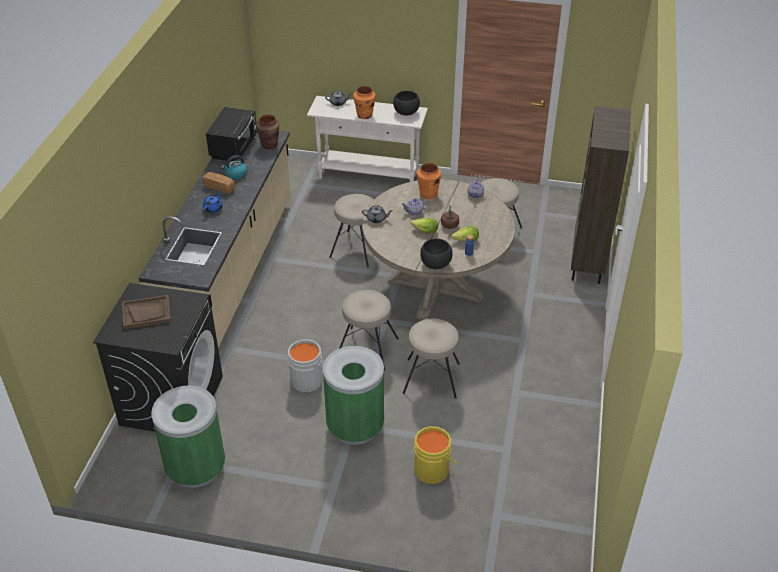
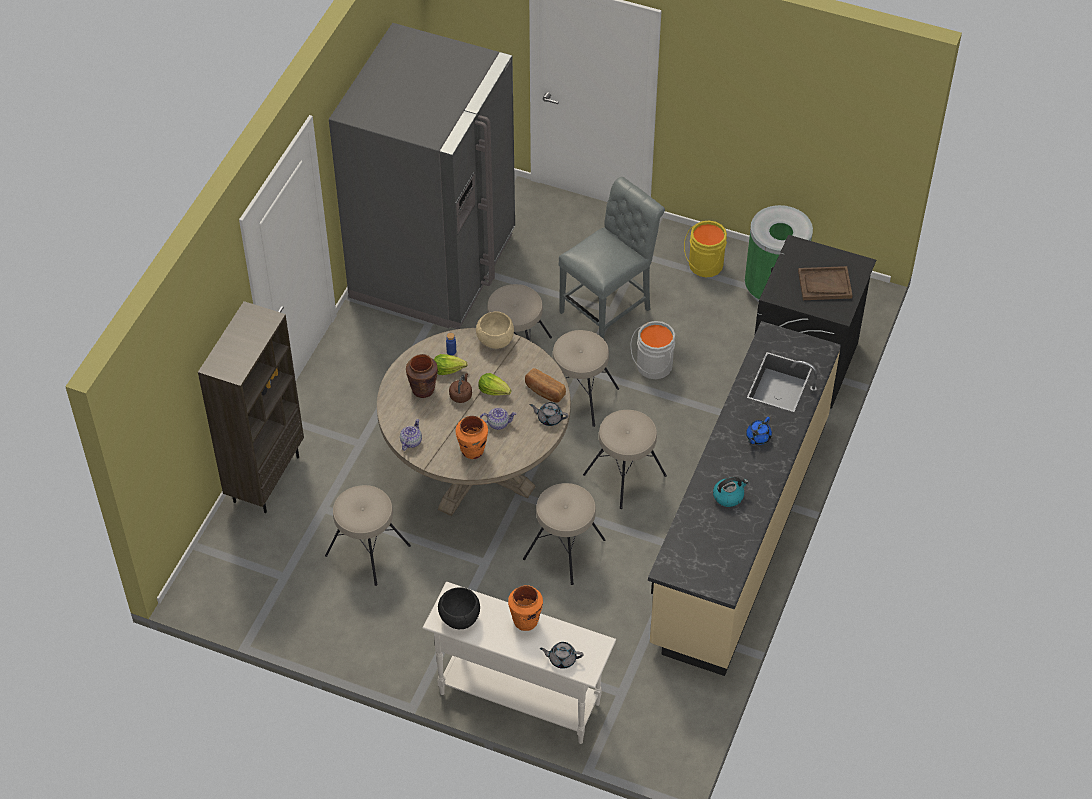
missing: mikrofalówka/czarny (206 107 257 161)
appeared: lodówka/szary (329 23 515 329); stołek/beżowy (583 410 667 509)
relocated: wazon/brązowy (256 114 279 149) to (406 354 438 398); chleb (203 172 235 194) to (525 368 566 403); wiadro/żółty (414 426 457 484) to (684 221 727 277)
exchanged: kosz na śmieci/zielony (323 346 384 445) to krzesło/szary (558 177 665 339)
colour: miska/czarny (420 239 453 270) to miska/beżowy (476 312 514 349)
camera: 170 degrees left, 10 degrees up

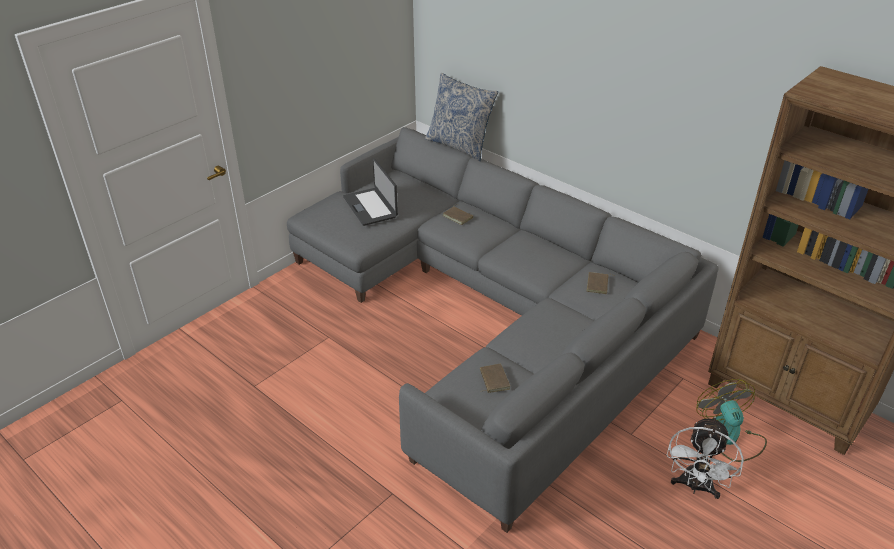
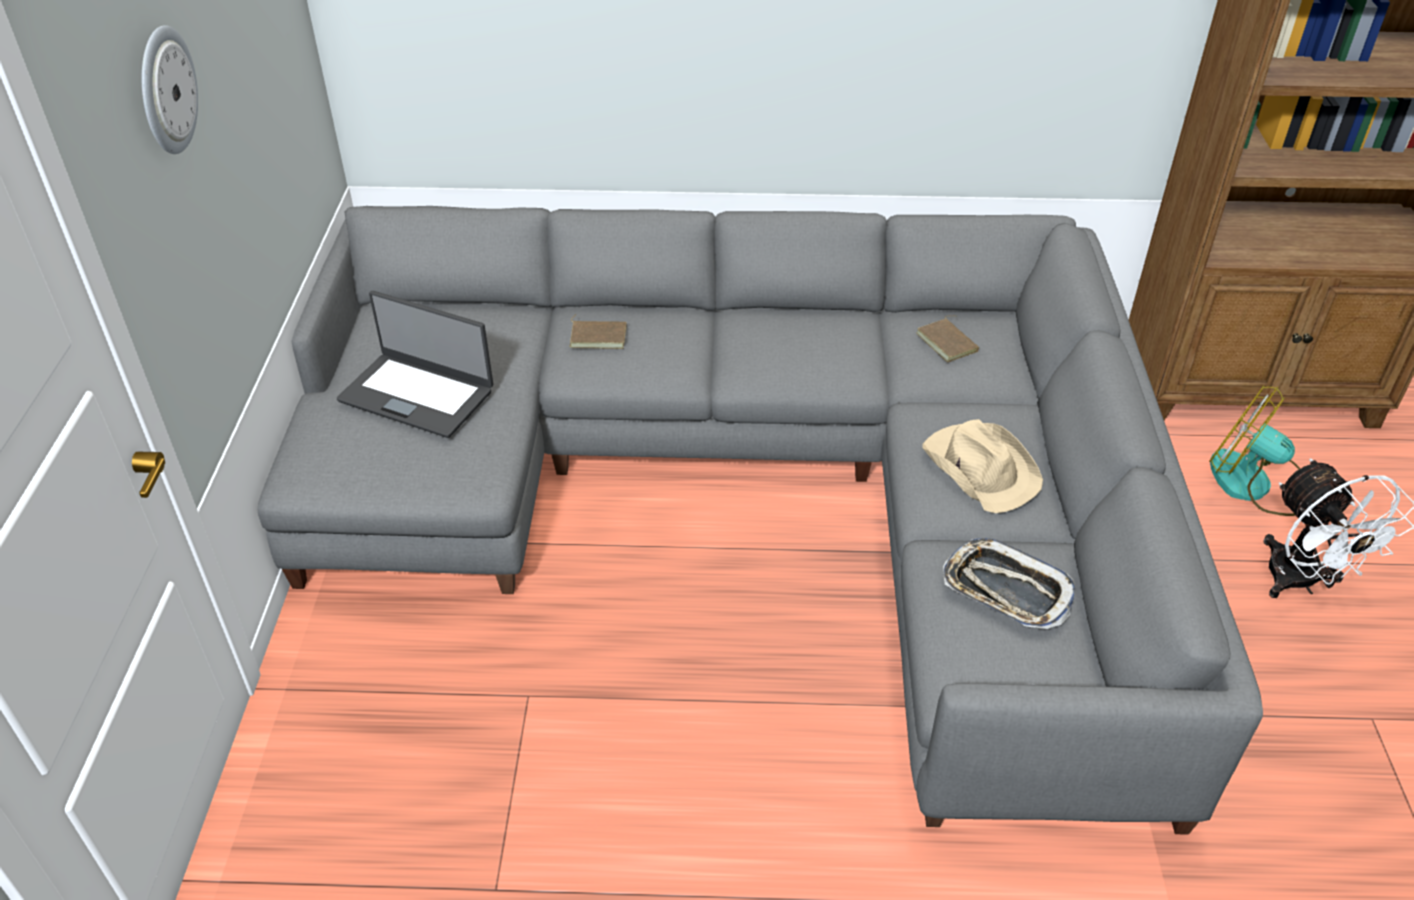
missing: poduszka (425 73 498 161)
appeared: zegar ścienny (142 25 198 154); kapelusz/beżowy (923 419 1043 513)
exchanged: książka/brązowy (480 364 510 393) to taca (943 538 1075 629)
camera: 40 degrees left, 5 degrees up

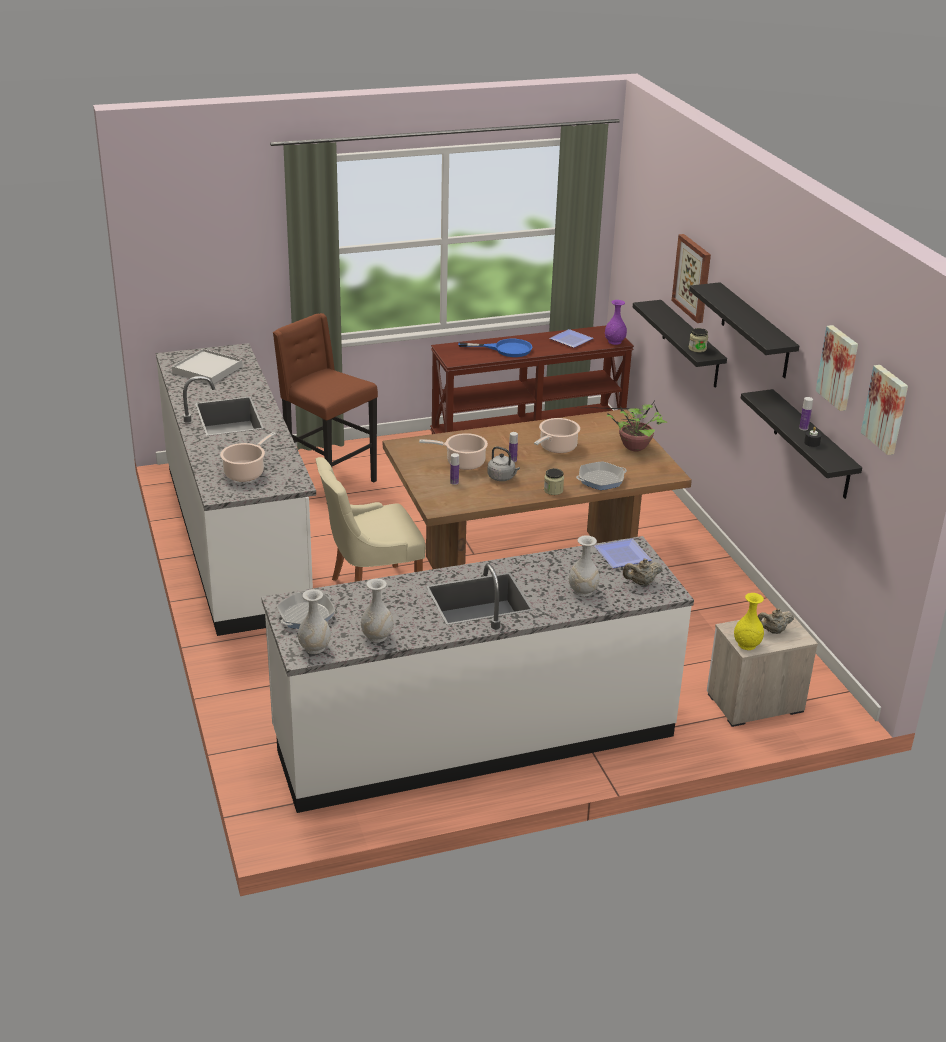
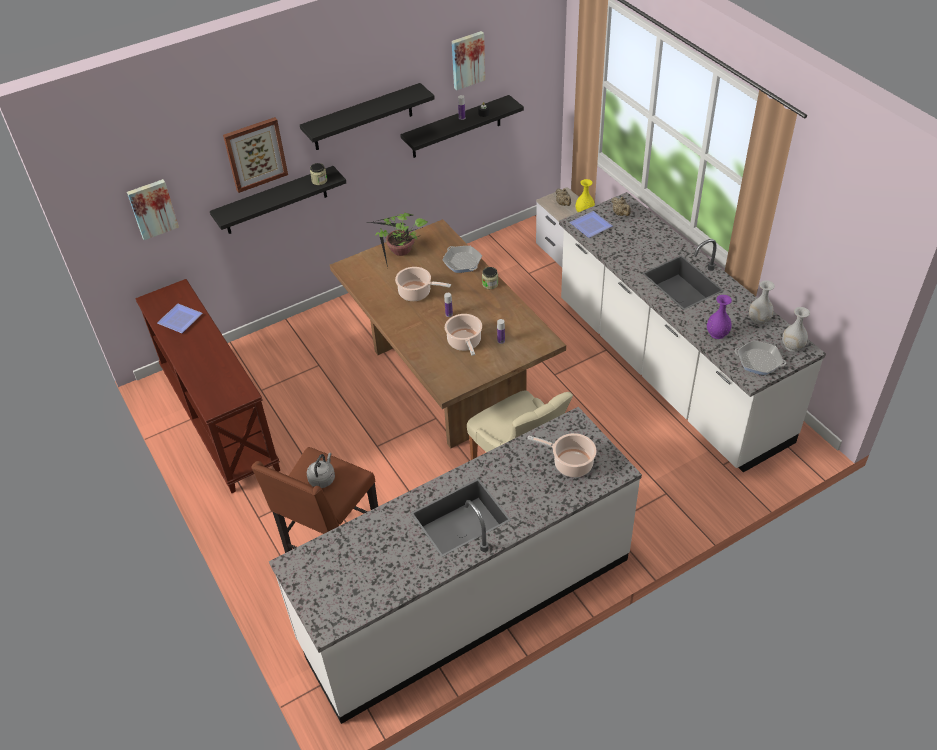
missing: patelnia/niebieski (458 339 532 357); taca/biały (172 349 243 384); wazon/biały (569 535 600 597)
relocated: wazon/fioletowy (605 300 627 345) to (707 295 732 339); obraz (861 365 908 455) to (127 179 179 240); czajnik/szary (487 446 520 481) to (307 453 335 488)
camera: 100 degrees left, 15 degrees up

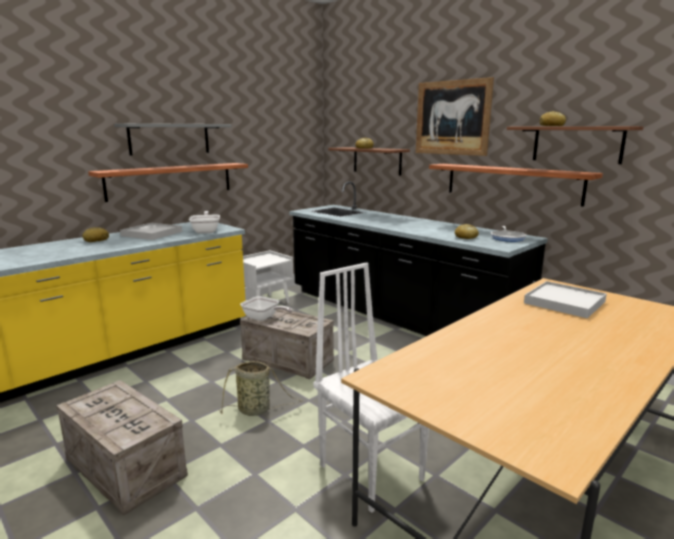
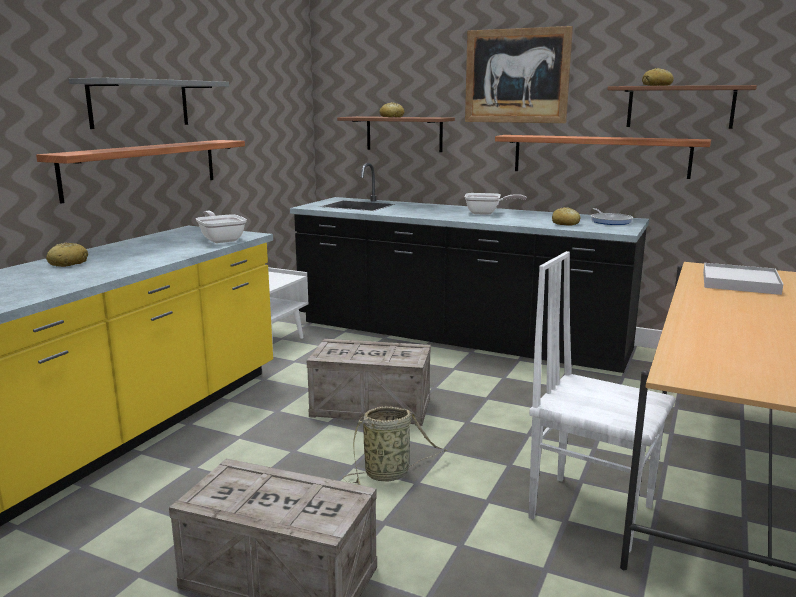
missing: taca/biały (120 223 182 240)
relocated: patelnia (240 296 292 321) to (464 193 527 215)
camera: 20 degrees left, 0 degrees up

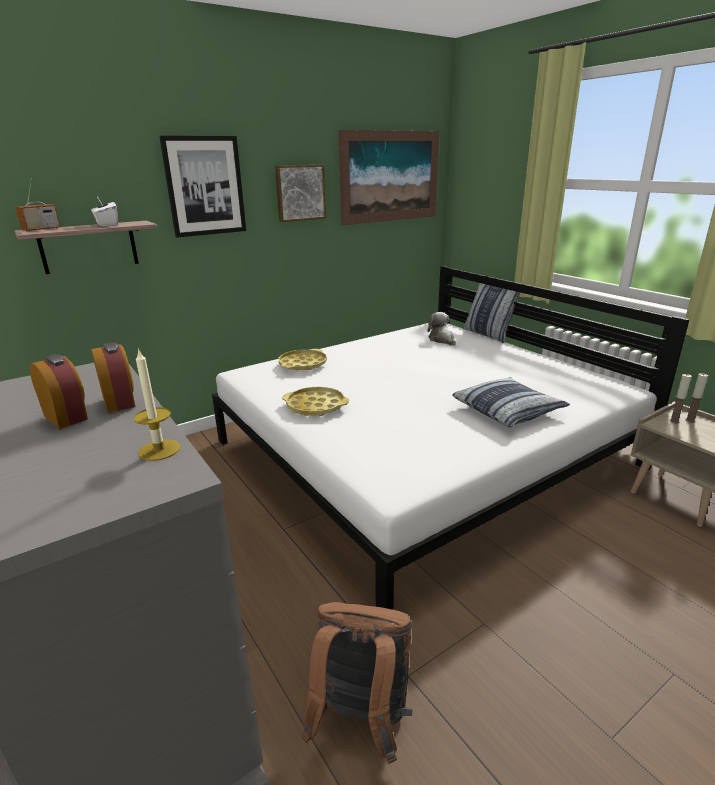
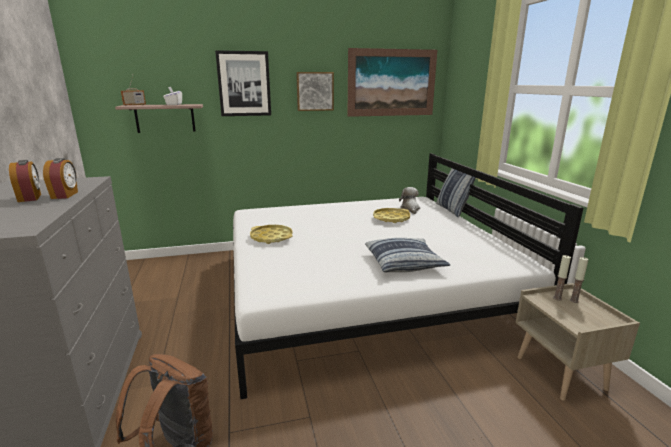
missing: świeca (133 348 180 461)
relocated: taca/żółty (278 349 327 371) to (373 208 410 223)
camera: 20 degrees right, 5 degrees down

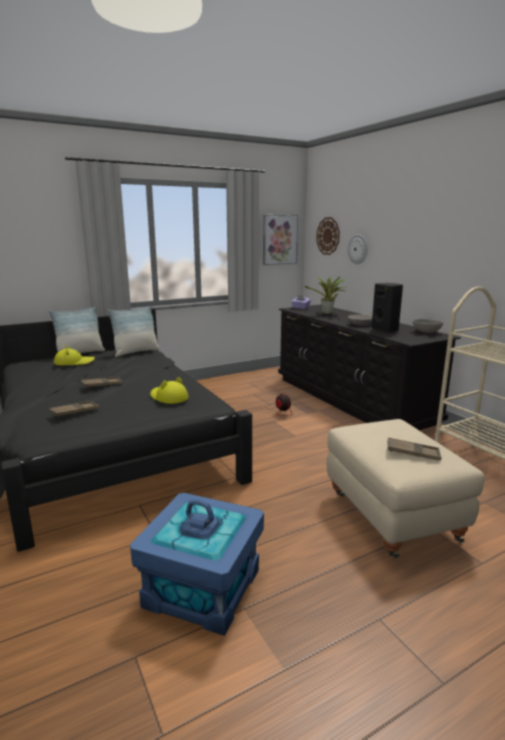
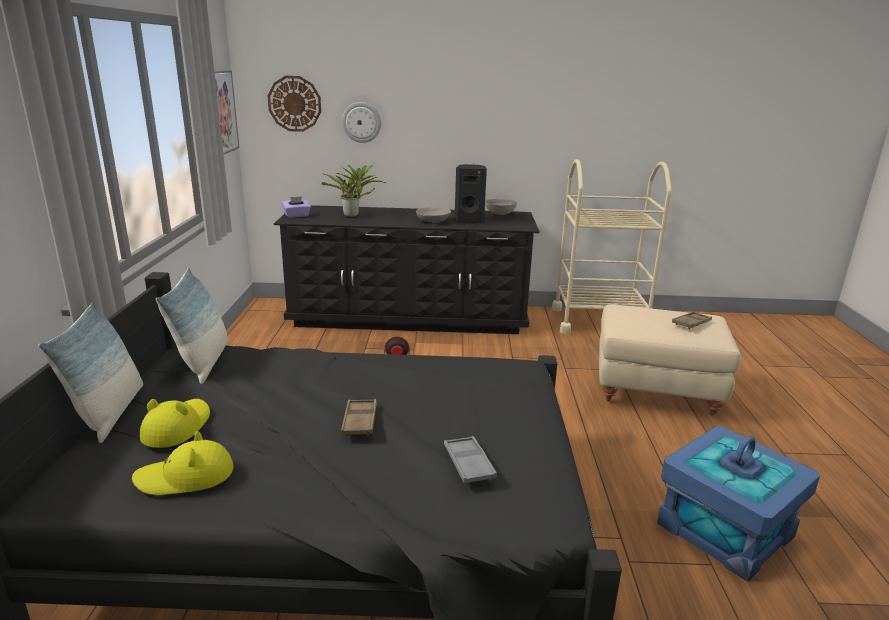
relocated: kapelusz/żółty (150 377 189 404) to (132 431 233 495)
colour: taca/brązowy (49 401 100 417) to taca/szary (444 436 497 484)
camera: 60 degrees left, 5 degrees up

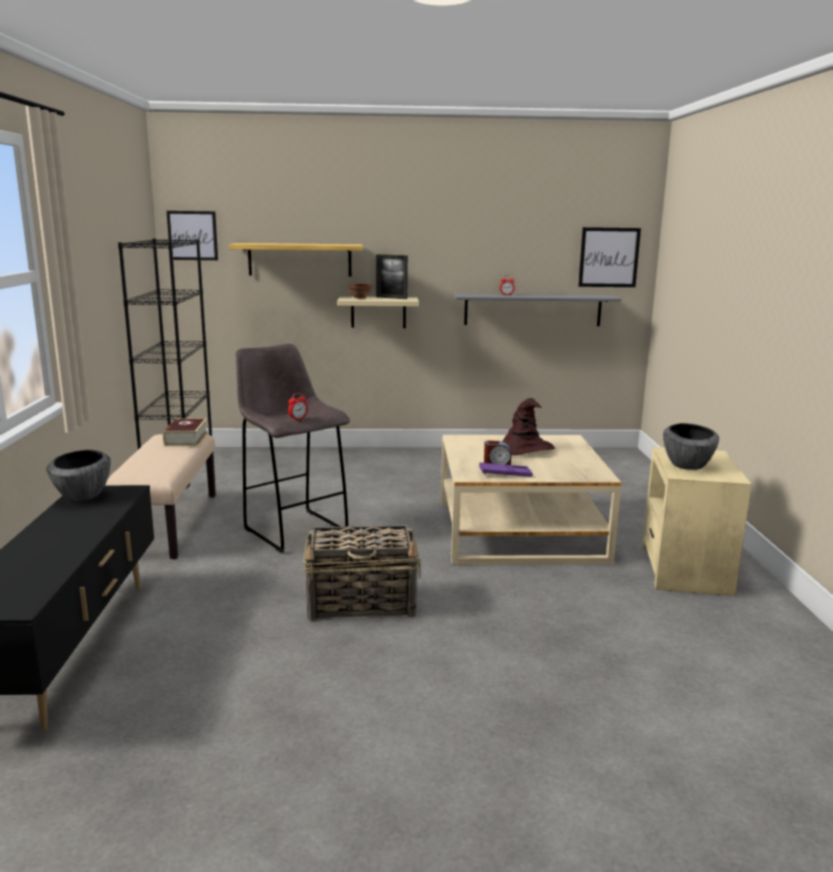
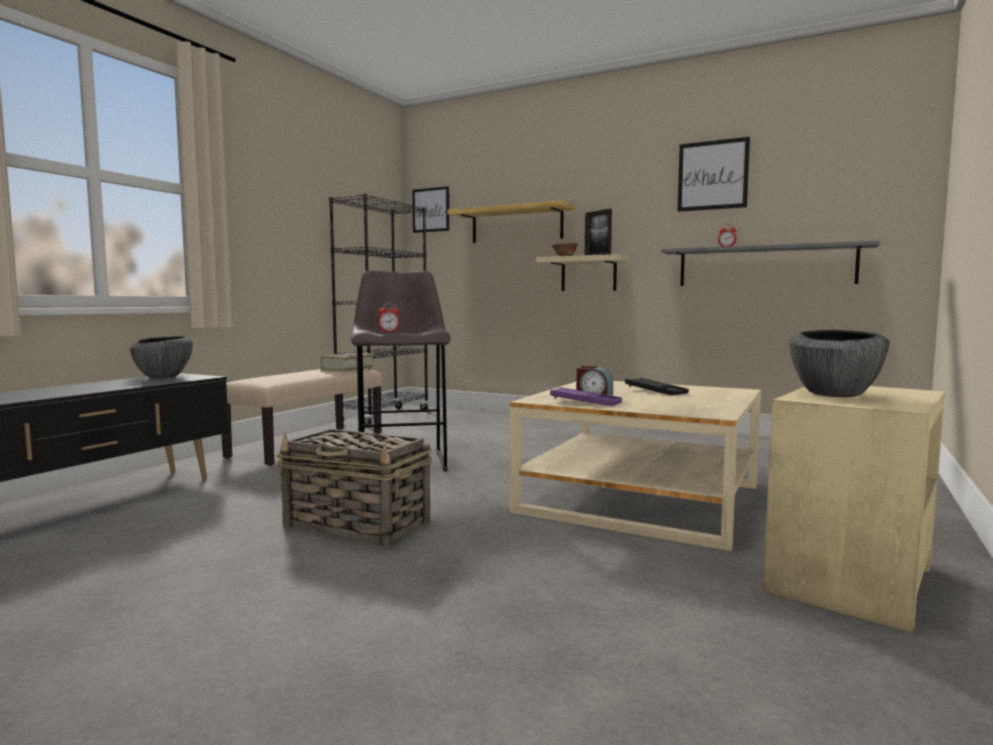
relocated: obraz (578 227 641 287) to (677 137 750 212)
exchanged: kapelusz/brązowy (503 398 555 456) to taca/czarny (625 378 689 395)
camera: 30 degrees right, 10 degrees down

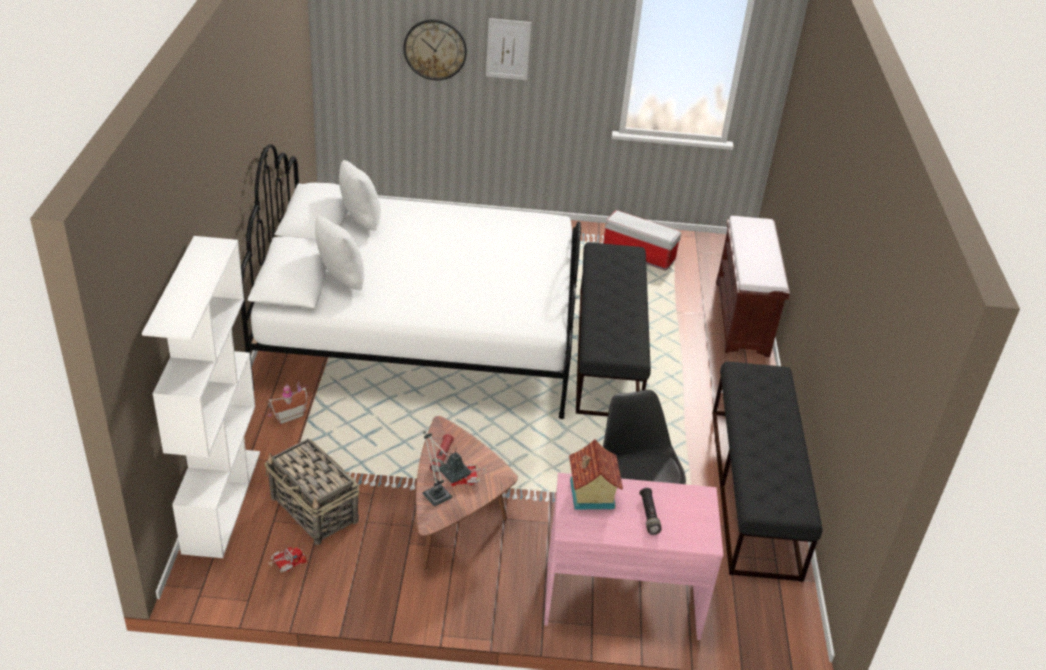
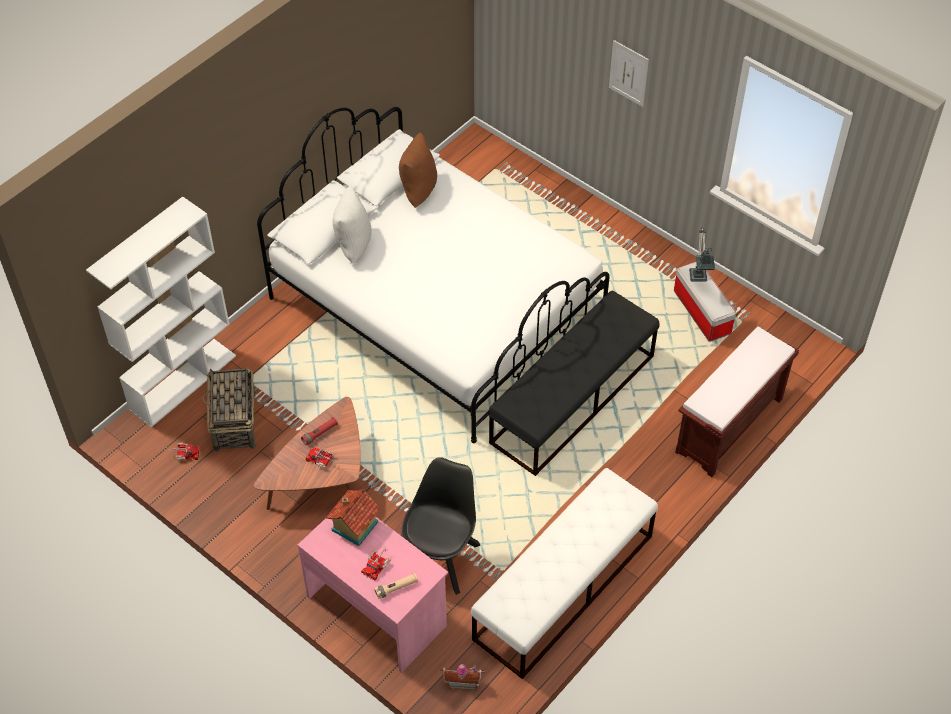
missing: zegar ścienny (403 19 467 80)
appeared: latarka/beżowy (374 572 418 599)
relocated: domek (266 382 308 425) to (440 664 485 690); lampa stołowa (422 431 471 506) to (689 227 715 282)
exchanged: latarka/czarny (639 488 661 535) to ciężarówka zabawkowa (361 548 391 580)
colour: poduszka/biały (339 160 381 231) to poduszka/brązowy (399 133 437 208); ławka/czarny (712 362 822 582) to ławka/biały (471 468 658 679)
camera: 40 degrees right, 15 degrees up

